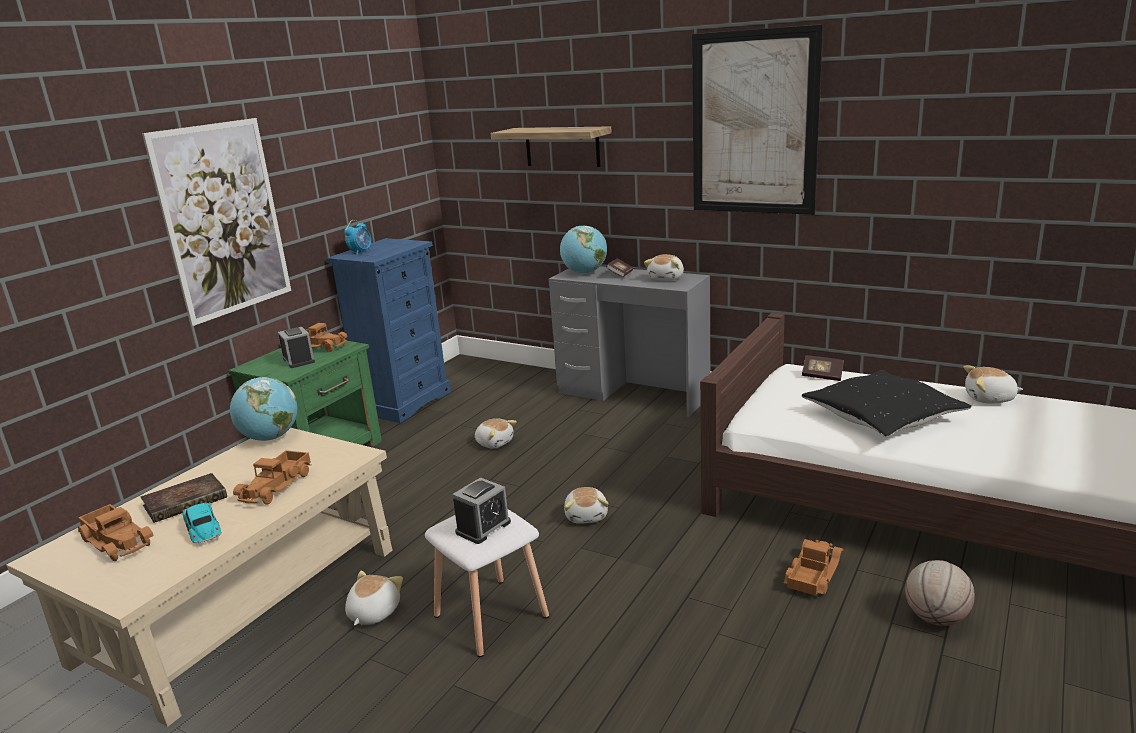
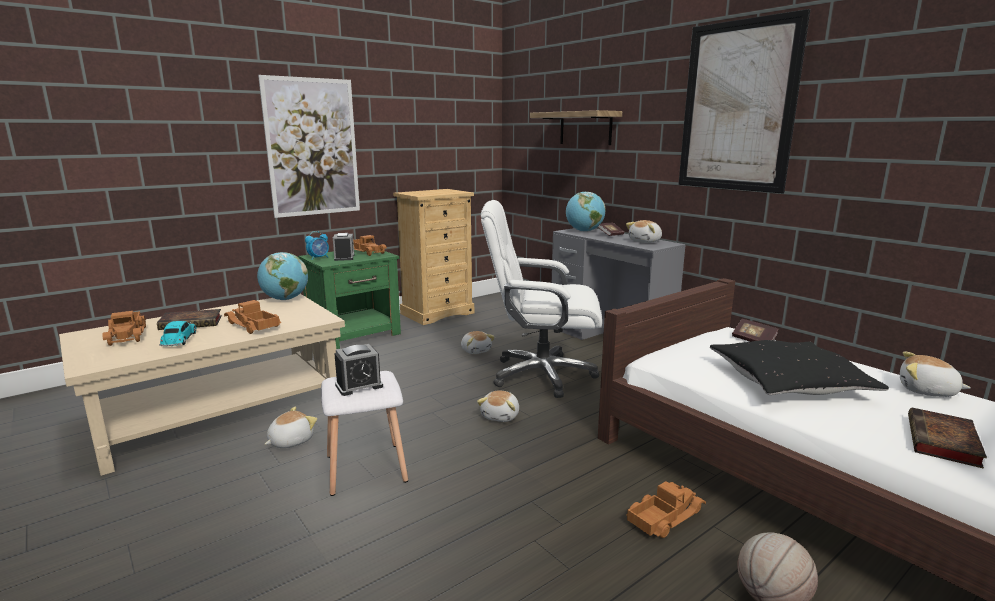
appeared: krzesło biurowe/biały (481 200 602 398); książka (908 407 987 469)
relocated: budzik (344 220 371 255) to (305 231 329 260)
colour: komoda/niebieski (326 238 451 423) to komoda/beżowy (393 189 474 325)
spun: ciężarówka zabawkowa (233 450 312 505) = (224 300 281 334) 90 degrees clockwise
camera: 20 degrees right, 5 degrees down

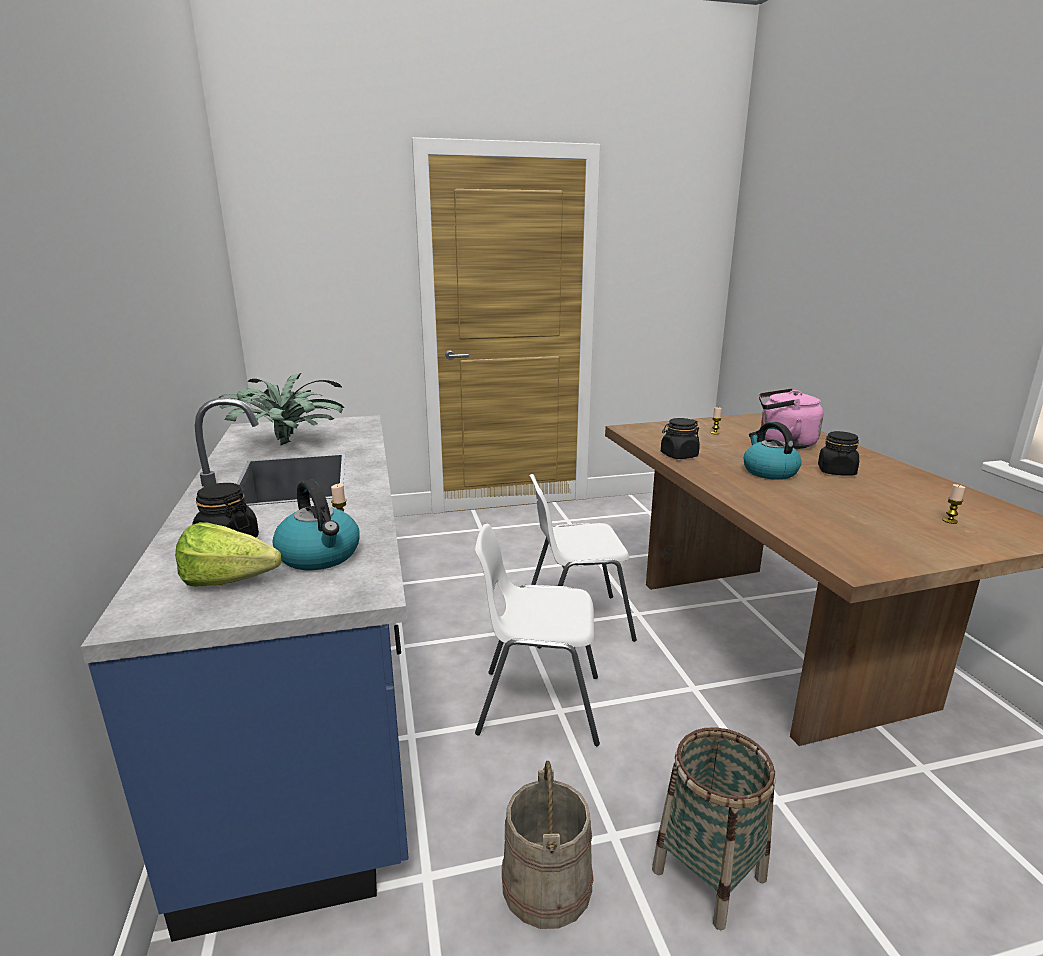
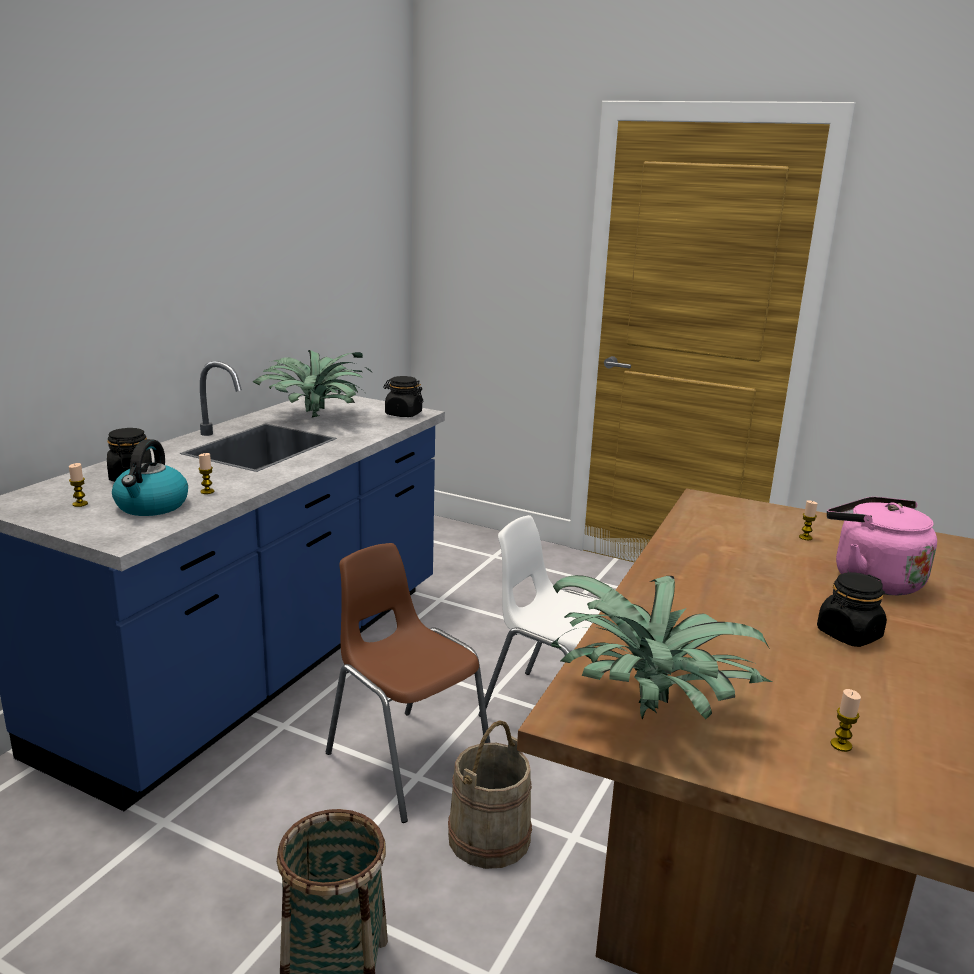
missing: czajnik (744 422 802 480)
appeared: roślina doniczkowa (551 575 772 720)
relocated: słoik/czarny (661 418 700 459) to (383 376 423 417); wiadro/beżowy (502 761 594 929) to (448 720 532 869)
exchanged: sałata (175 522 282 587) to świeca (69 463 88 507)
colour: krzesło/biały (475 524 600 746) to krzesło/brązowy (326 543 490 823)
camera: 40 degrees right, 0 degrees up

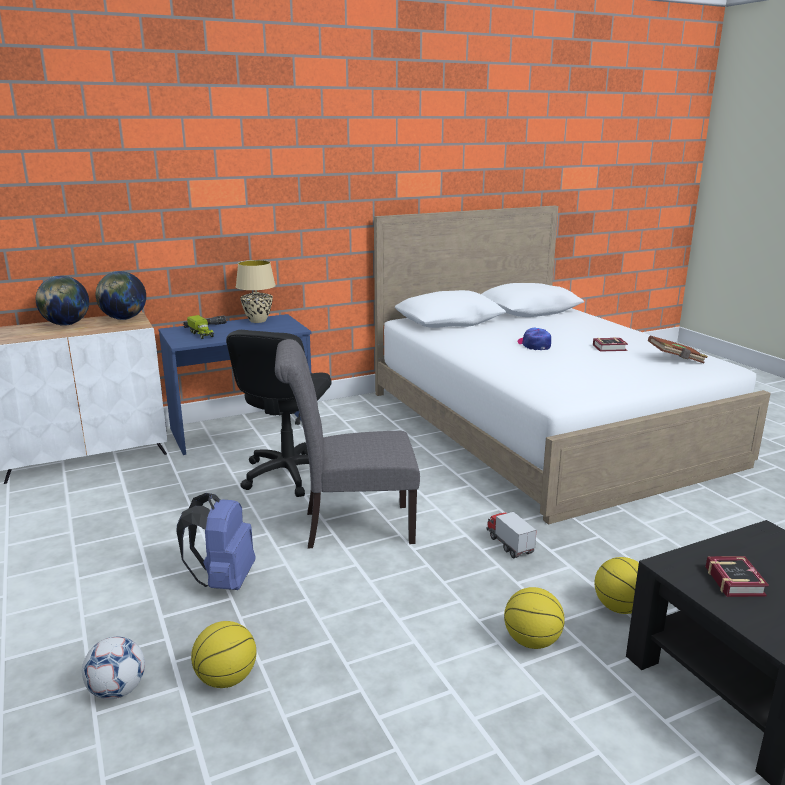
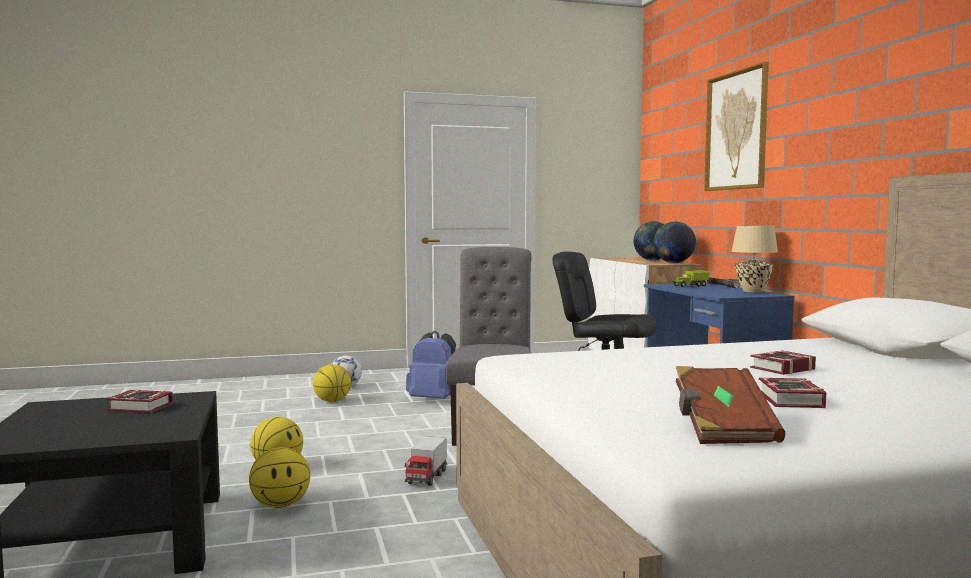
appeared: obraz (704 62 769 191)
exchanged: czapka z daszkiem (518 328 551 350) to książka (750 350 816 375)
spun: ciężarówka zabawkowa (487 512 537 558) = (405 436 447 486) 120 degrees clockwise
camera: 100 degrees right, 15 degrees down

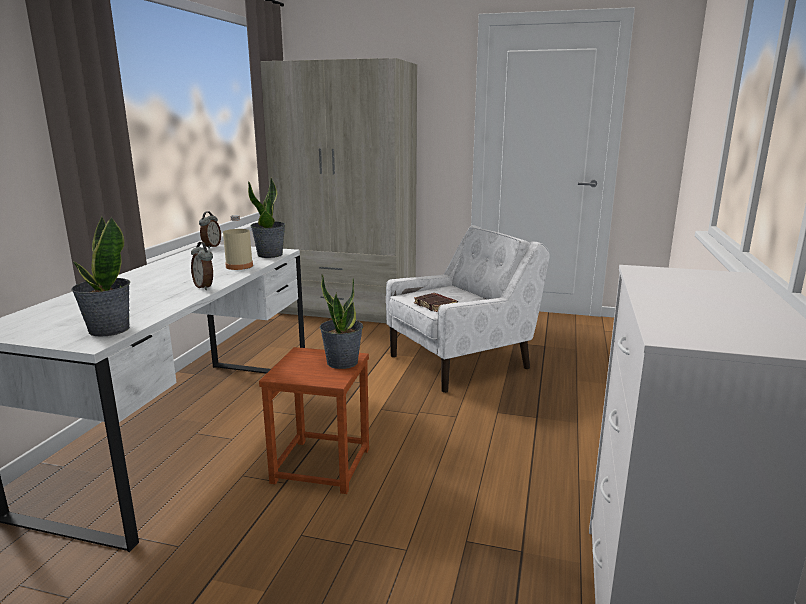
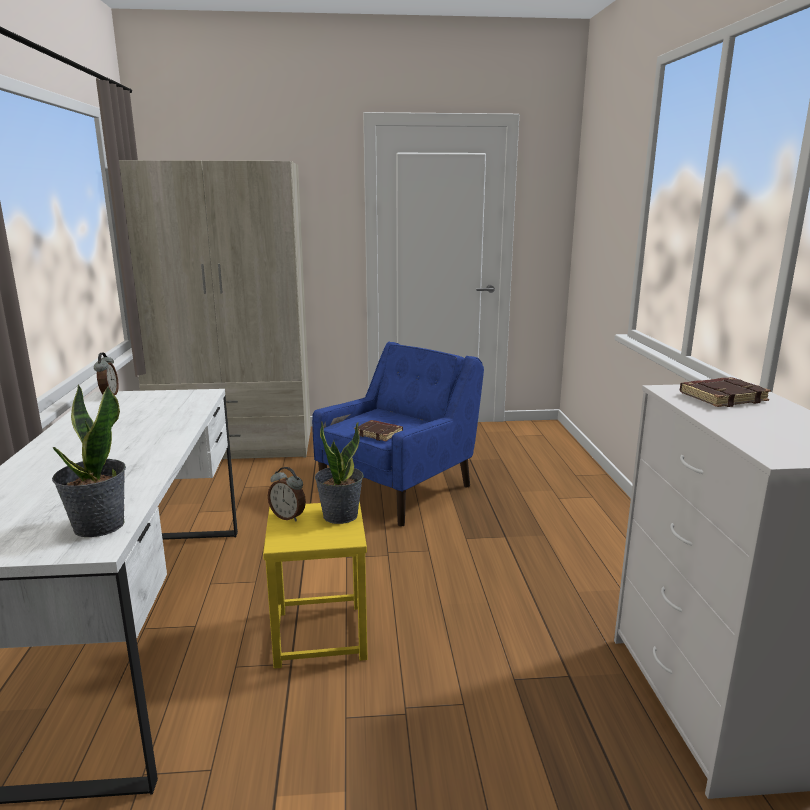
missing: roślina doniczkowa (248 177 286 258); butelka/beżowy (223 215 253 270)
appeared: książka/brązowy (680 377 771 407)
relocated: budzik (191 242 213 290) to (268 467 306 521)
colour: fotel/biały (386 225 550 393) to fotel/niebieski (312 342 484 526); stołek/brązowy (259 347 369 494) to stołek/żółty (263 501 368 669)
camera: 20 degrees left, 0 degrees up

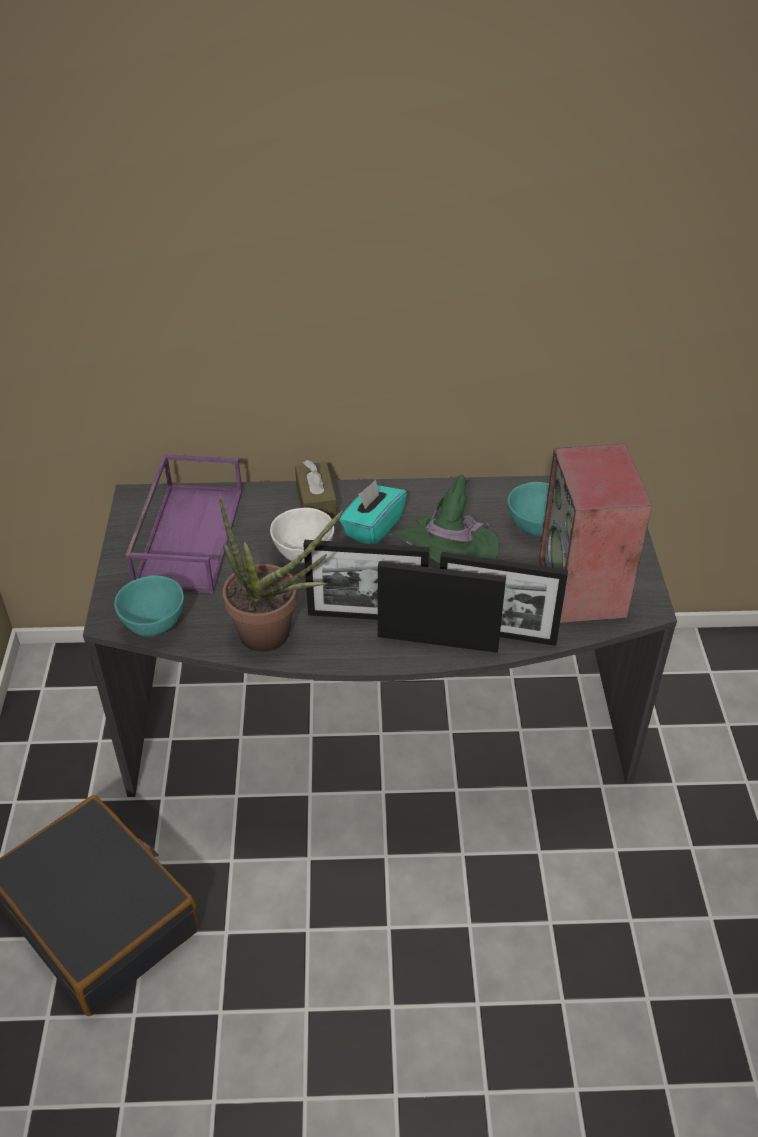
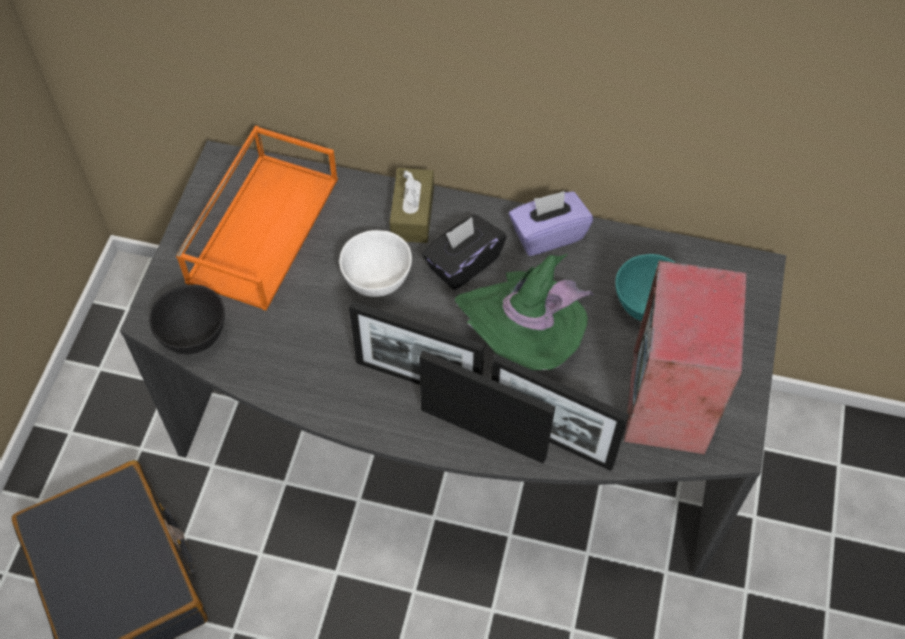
missing: roślina doniczkowa (218 494 343 652)
appeared: pudełko chusteczek/fioletowy (509 191 593 256)
colour: taca/fioletowy (125 454 242 594) to taca/pomarańczowy (176 126 338 311); pudełko chusteczek/turkusowy (339 479 407 544) to pudełko chusteczek/czarny (422 214 507 290); miska/turkusowy (114 575 184 637) to miska/czarny (149 285 225 354)
camera: 15 degrees right, 15 degrees up

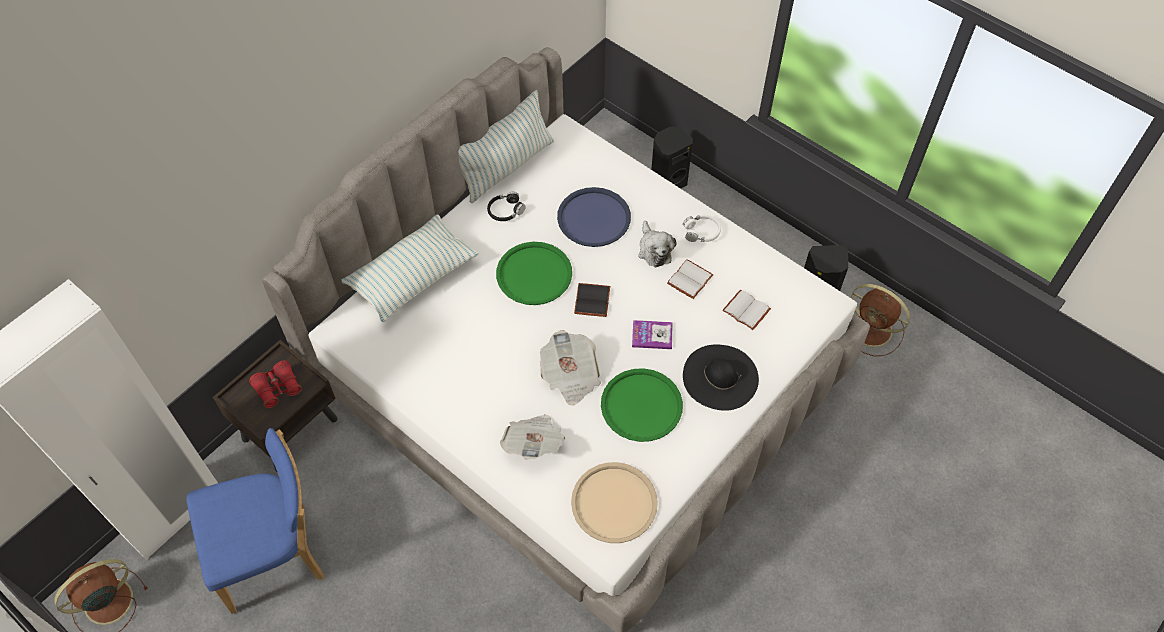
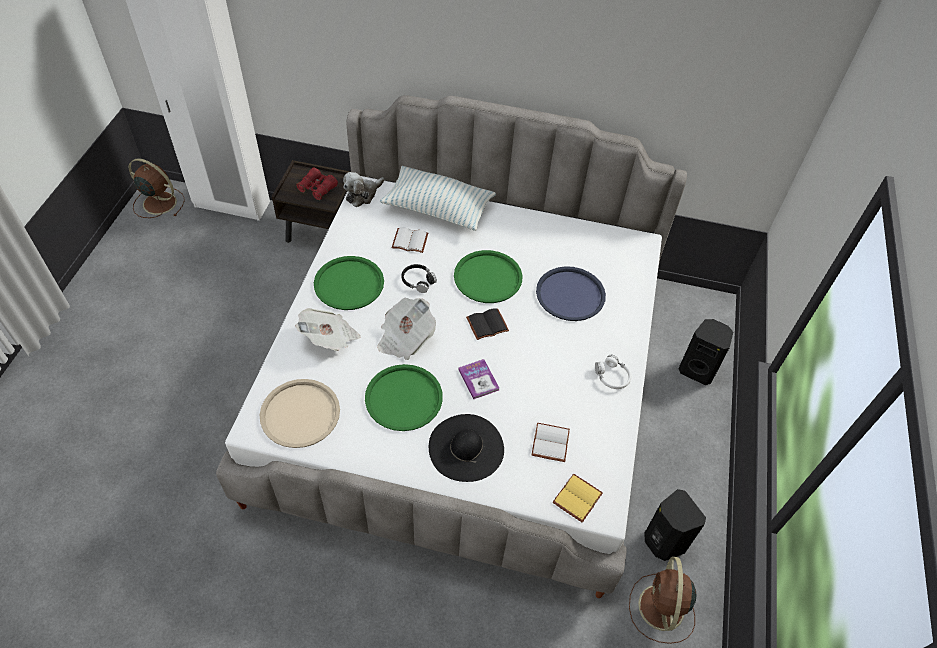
missing: poduszka (459 90 554 203); krzesło/niebieski (186 428 324 614)
appeared: taca/zielony (314 256 384 310); książka/żółty (553 474 603 523)
relocated: słuchawki/czarny (487 191 526 221) to (401 264 437 293); pluszak (638 221 676 267) to (343 172 384 207); książka/biały (667 259 713 299) to (392 227 428 253)
camera: 60 degrees right, 5 degrees down

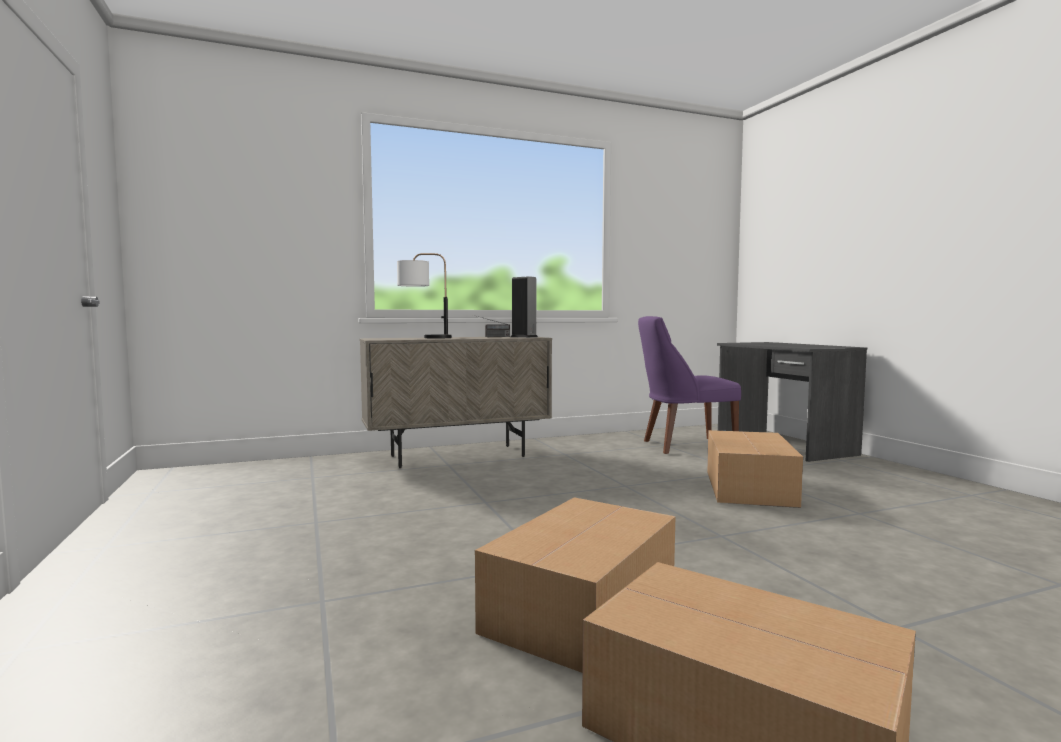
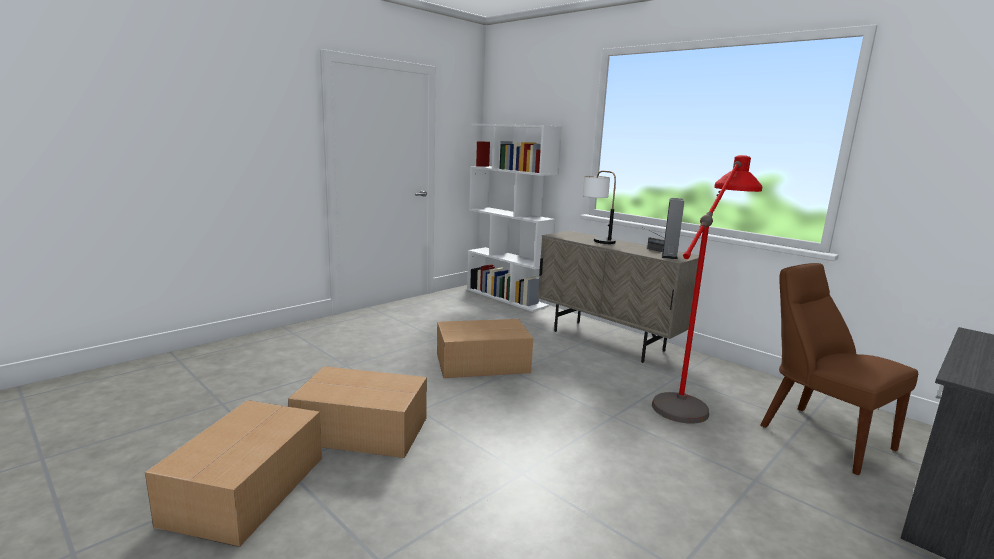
appeared: regał/biały (467 124 562 312); lampa stojąca/czerwony (652 155 762 424)
relocated: karton (707 430 803 508) to (437 319 533 378)
colour: krzesło/fioletowy (638 316 741 454) to krzesło/brązowy (760 263 919 475)
camera: 65 degrees right, 10 degrees up

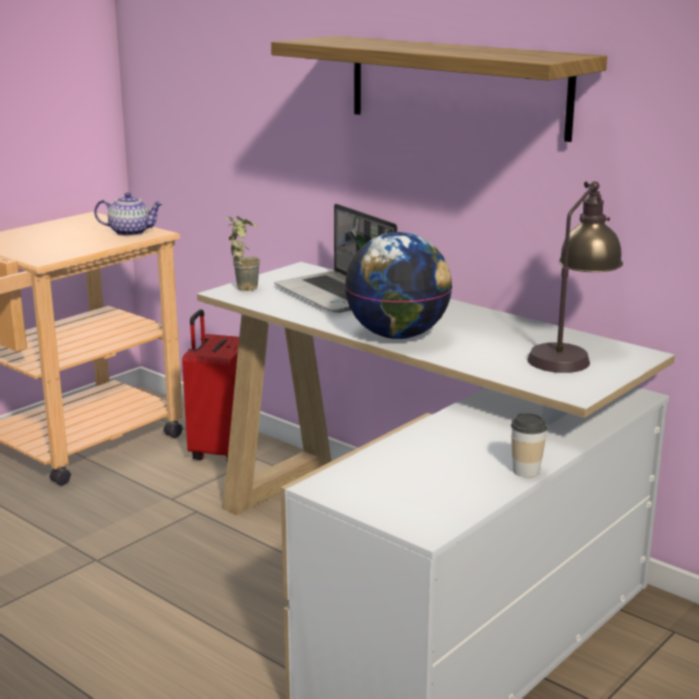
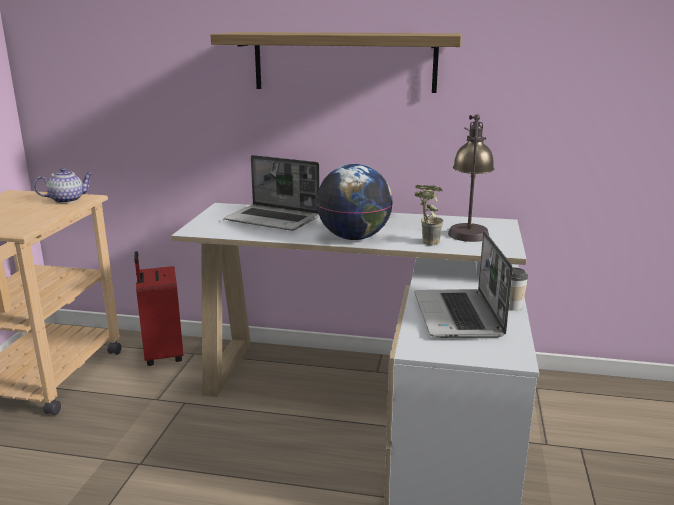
appeared: laptop (414 231 513 338)
relocated: roślina doniczkowa (225 216 260 291) to (414 185 444 245)
camera: 30 degrees left, 0 degrees up

